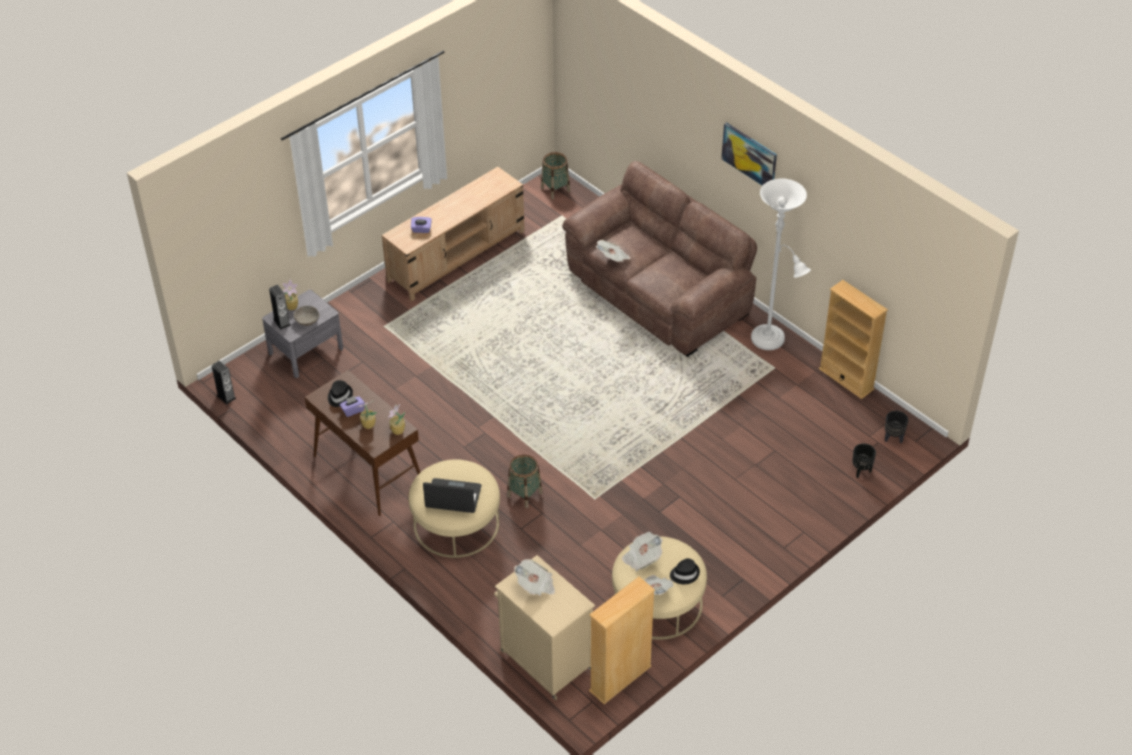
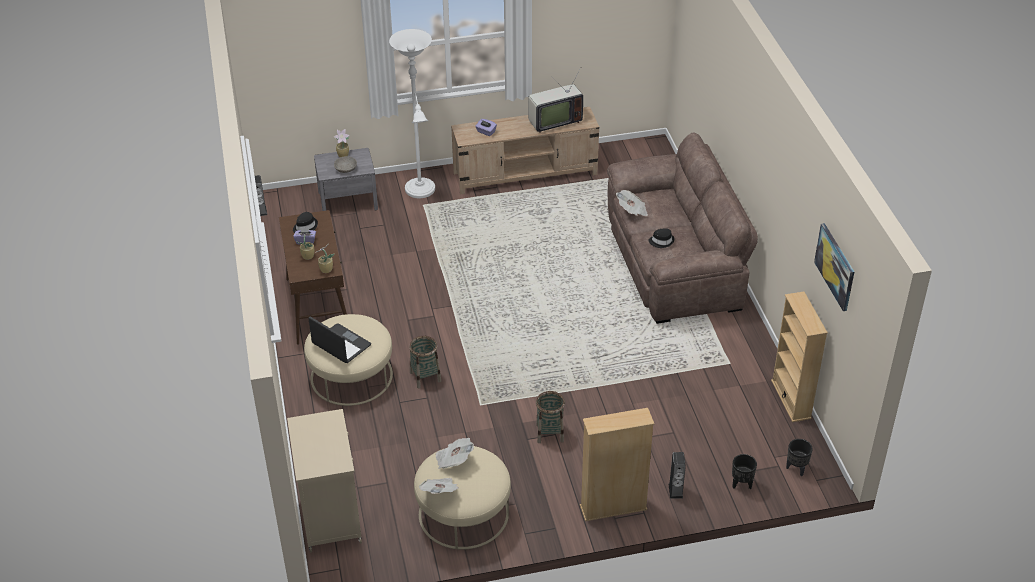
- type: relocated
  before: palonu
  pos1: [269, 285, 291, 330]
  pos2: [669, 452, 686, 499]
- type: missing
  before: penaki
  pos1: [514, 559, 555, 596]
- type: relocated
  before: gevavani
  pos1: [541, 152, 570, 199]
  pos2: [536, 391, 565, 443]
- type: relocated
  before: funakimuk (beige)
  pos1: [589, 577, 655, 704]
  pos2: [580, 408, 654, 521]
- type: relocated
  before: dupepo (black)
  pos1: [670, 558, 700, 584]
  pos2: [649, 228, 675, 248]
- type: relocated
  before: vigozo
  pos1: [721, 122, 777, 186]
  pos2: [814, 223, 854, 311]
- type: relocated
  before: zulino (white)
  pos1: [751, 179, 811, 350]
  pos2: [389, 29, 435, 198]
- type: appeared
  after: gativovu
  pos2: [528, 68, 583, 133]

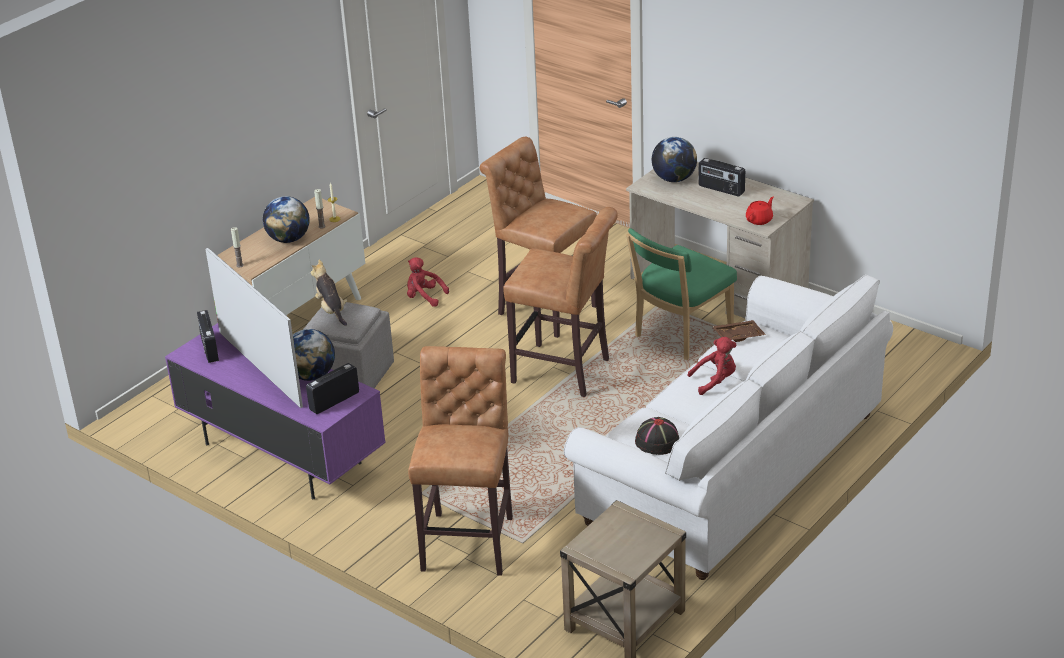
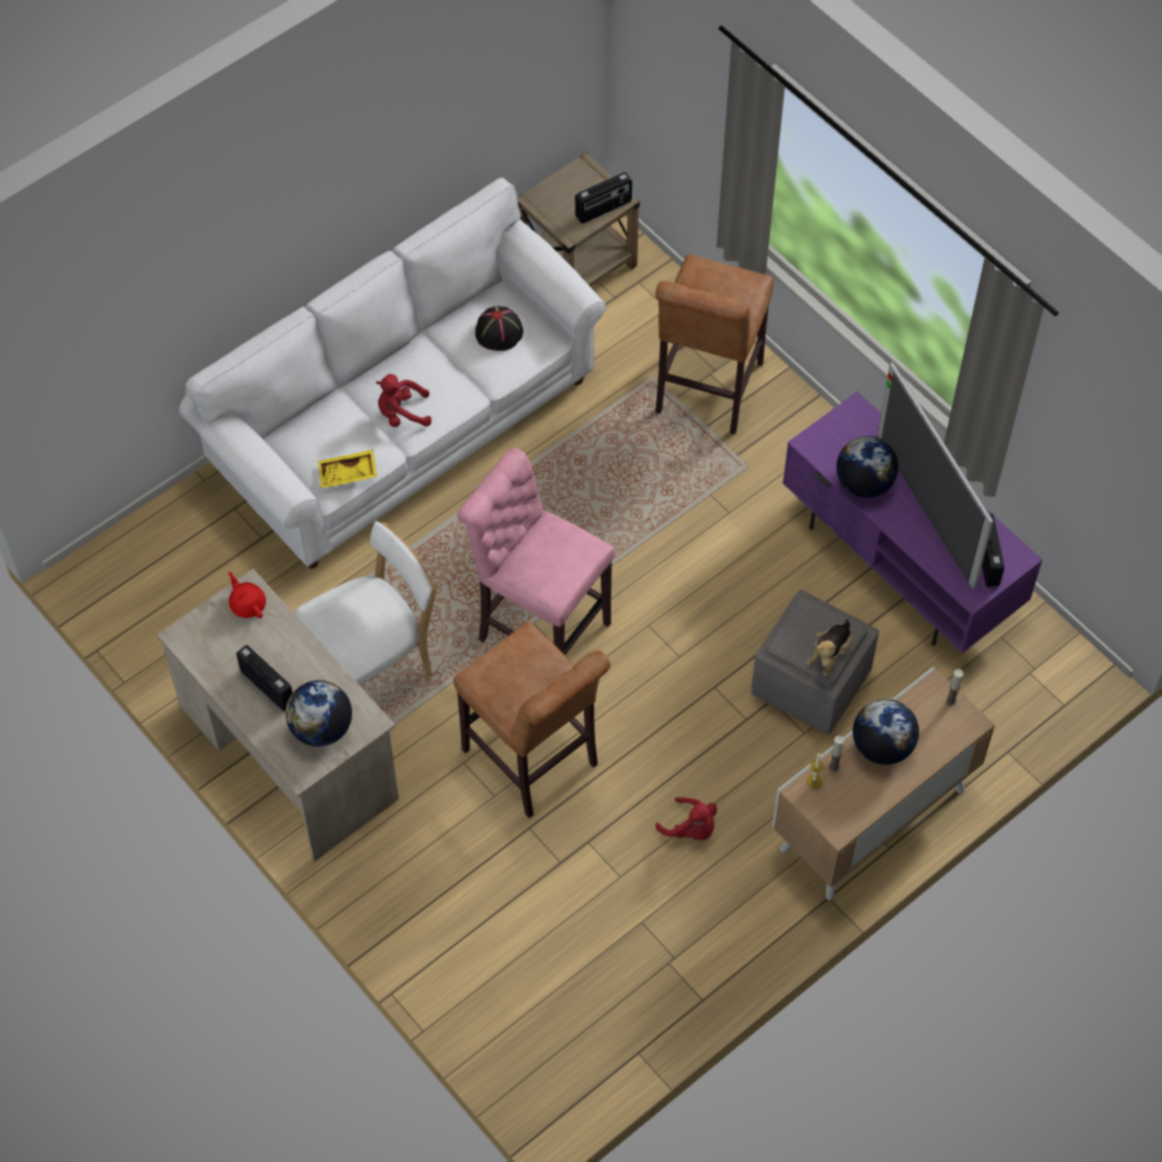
- type: relocated
  before: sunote
  pos1: [306, 363, 359, 414]
  pos2: [575, 172, 632, 224]
- type: spun
  before: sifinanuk
  pos1: [311, 260, 347, 326]
  pos2: [806, 619, 853, 677]
  turn: 45
- type: colour
  before: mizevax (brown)
  after: mizevax (pink)
  pos1: [503, 207, 618, 397]
  pos2: [457, 448, 615, 655]
- type: colour
  before: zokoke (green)
  after: zokoke (white)
  pos1: [626, 228, 737, 360]
  pos2: [295, 522, 437, 686]
- type: colour
  before: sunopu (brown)
  after: sunopu (yellow)
  pos1: [712, 320, 766, 342]
  pos2: [318, 450, 377, 488]
- type: spun
  before: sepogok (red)
  pos1: [746, 196, 774, 225]
  pos2: [228, 572, 266, 618]
  turn: 90

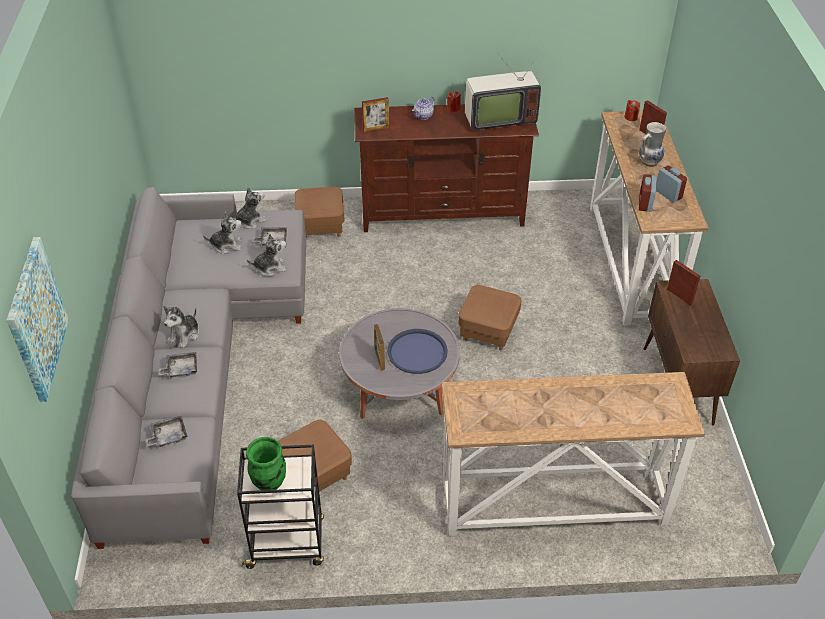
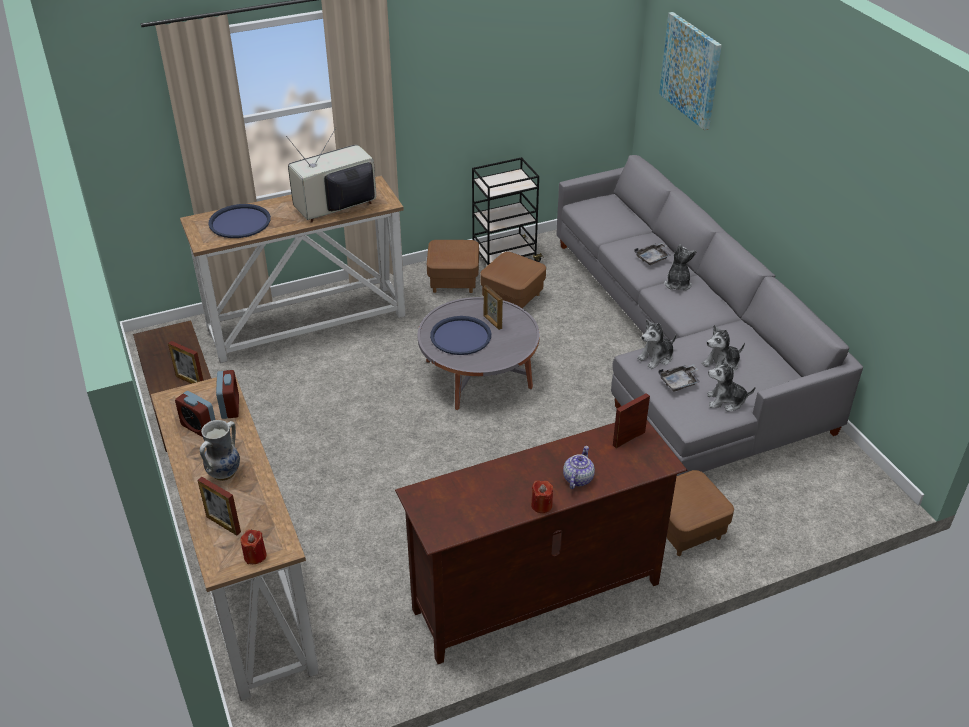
- type: missing
  before: sunopu (grey)
  pos1: [145, 416, 188, 447]
- type: spun
  before: sifinanuk
  pos1: [231, 187, 267, 229]
  pos2: [707, 358, 756, 411]
  turn: 60
- type: missing
  before: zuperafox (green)
  pos1: [246, 437, 286, 490]
- type: relocated
  before: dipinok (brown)
  pos1: [458, 285, 521, 350]
  pos2: [427, 240, 479, 293]
- type: relocated
  before: gativovu
  pos1: [465, 47, 543, 132]
  pos2: [286, 128, 376, 223]
- type: appeared
  after: sunopu (blue)
  pos2: [208, 204, 271, 238]

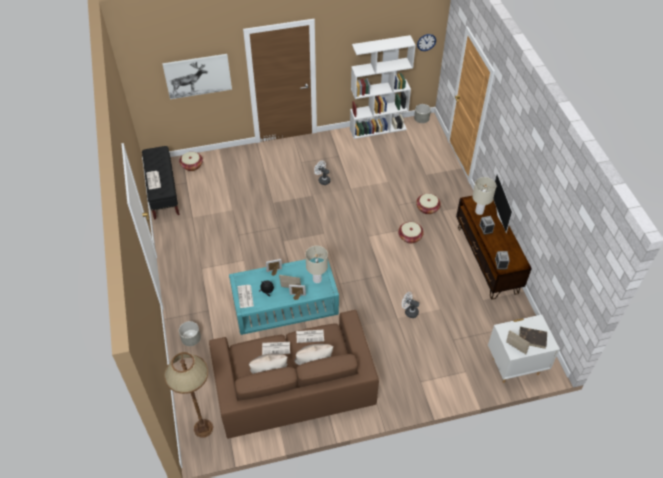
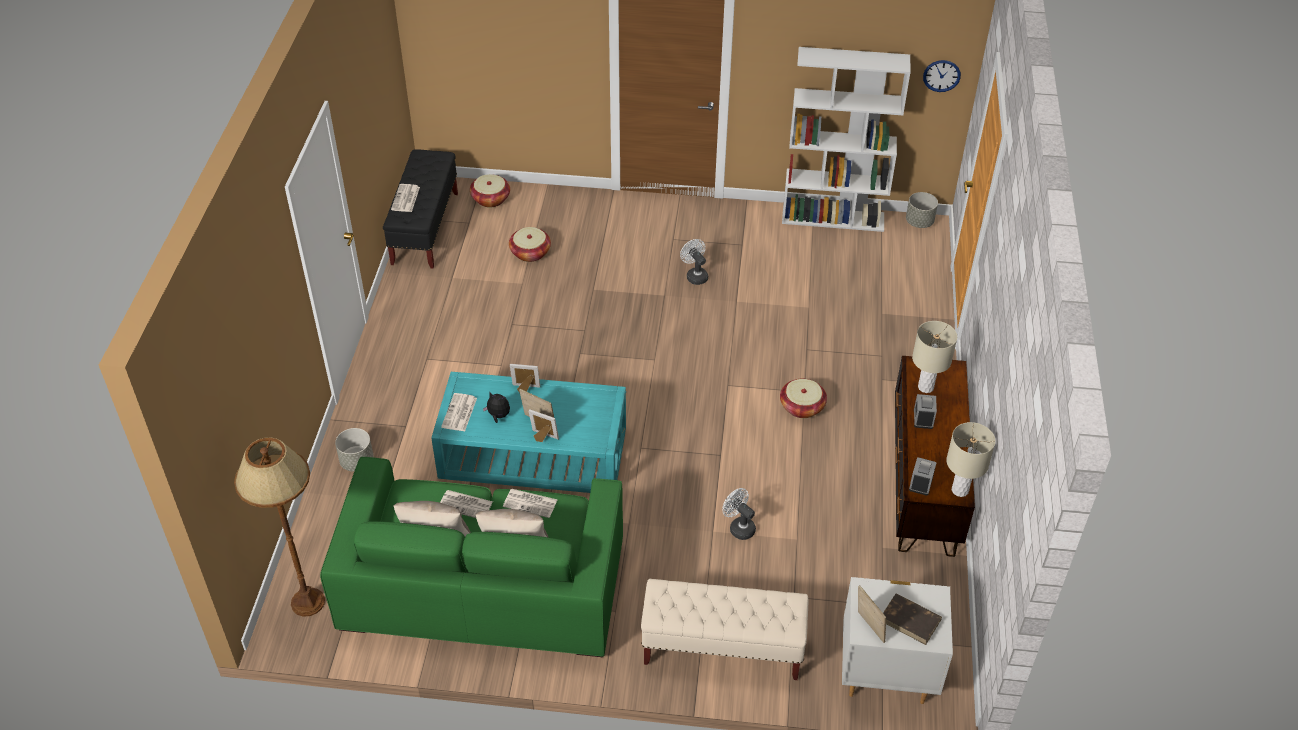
- type: missing
  before: vigozo
  pos1: [162, 54, 232, 99]
- type: colour
  before: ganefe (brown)
  after: ganefe (green)
  pos1: [209, 310, 379, 439]
  pos2: [320, 457, 623, 657]
- type: relocated
  before: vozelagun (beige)
  pos1: [305, 246, 328, 283]
  pos2: [946, 422, 996, 497]
- type: relocated
  before: gevavani
  pos1: [416, 194, 441, 214]
  pos2: [509, 227, 551, 262]
- type: missing
  before: gativovu
  pos1: [493, 173, 513, 233]
- type: appeared
  after: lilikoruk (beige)
  pos2: [641, 579, 808, 680]

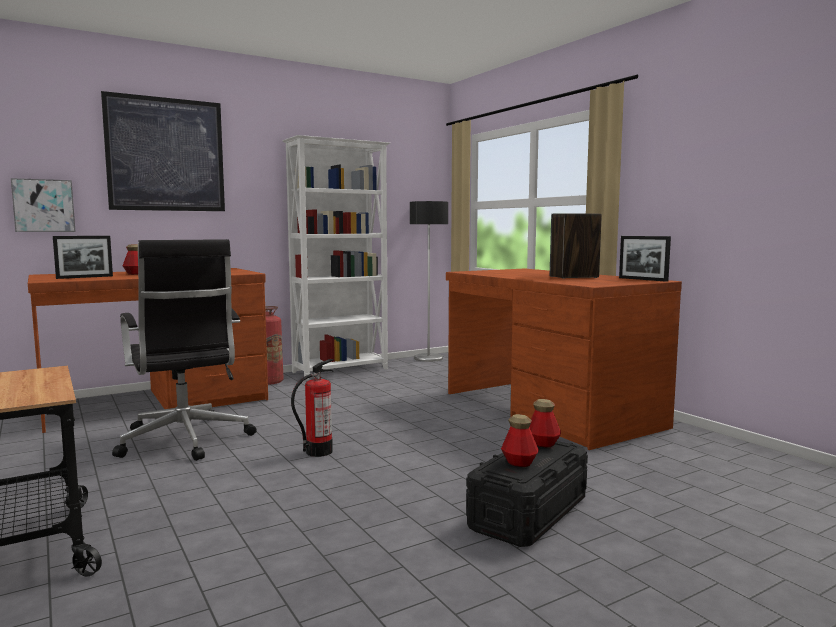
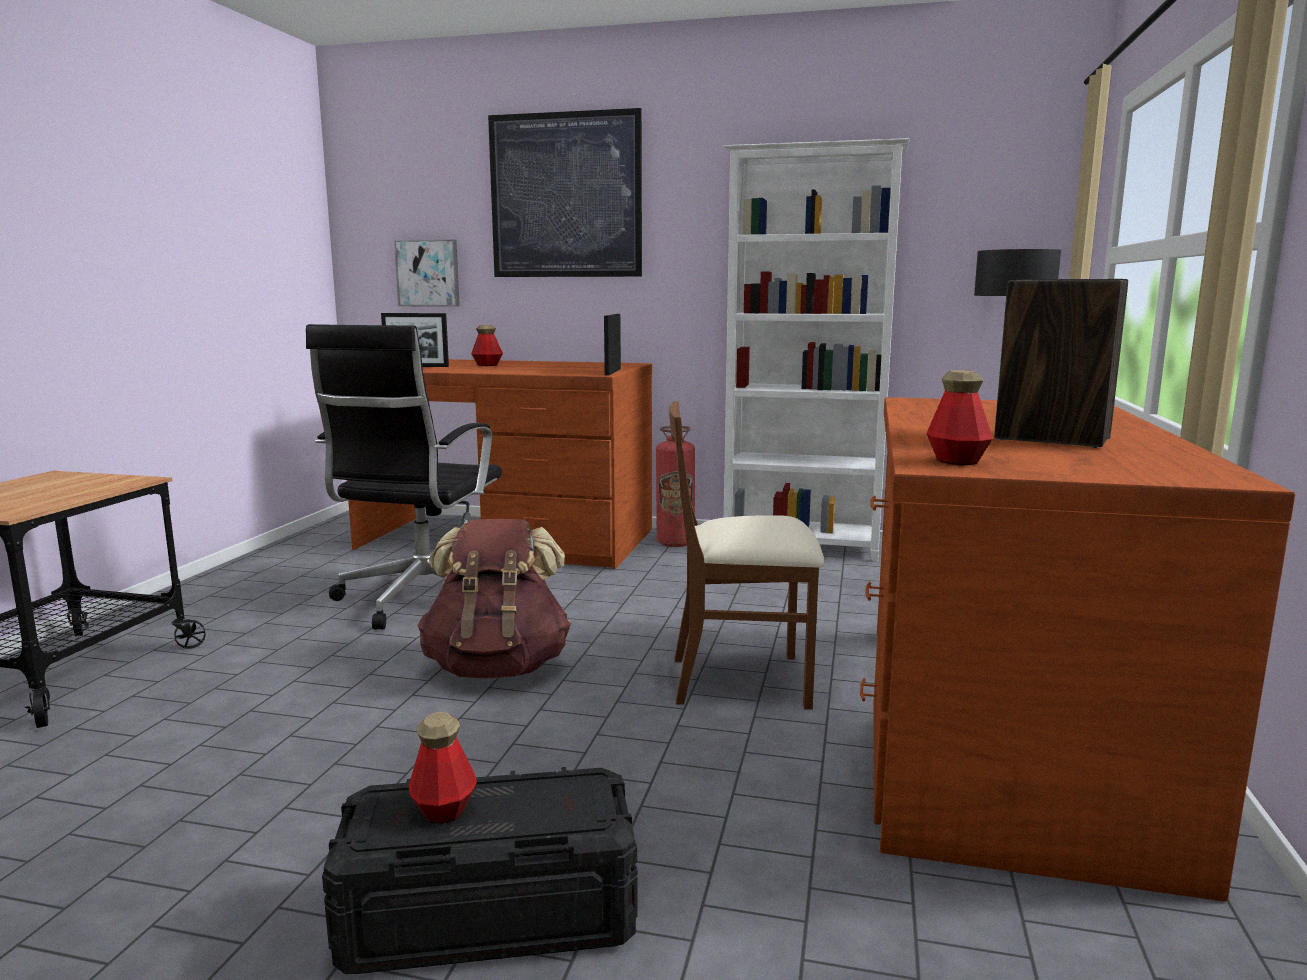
- type: exchanged
  before: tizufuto
  after: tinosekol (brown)
  pos1: [291, 359, 334, 457]
  pos2: [417, 519, 571, 678]
- type: relocated
  before: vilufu
  pos1: [529, 399, 561, 447]
  pos2: [926, 370, 993, 465]
- type: relocated
  before: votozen
  pos1: [619, 236, 671, 282]
  pos2: [604, 314, 621, 376]
- type: appeared
  after: zokoke (brown)
  pos2: [669, 401, 825, 709]

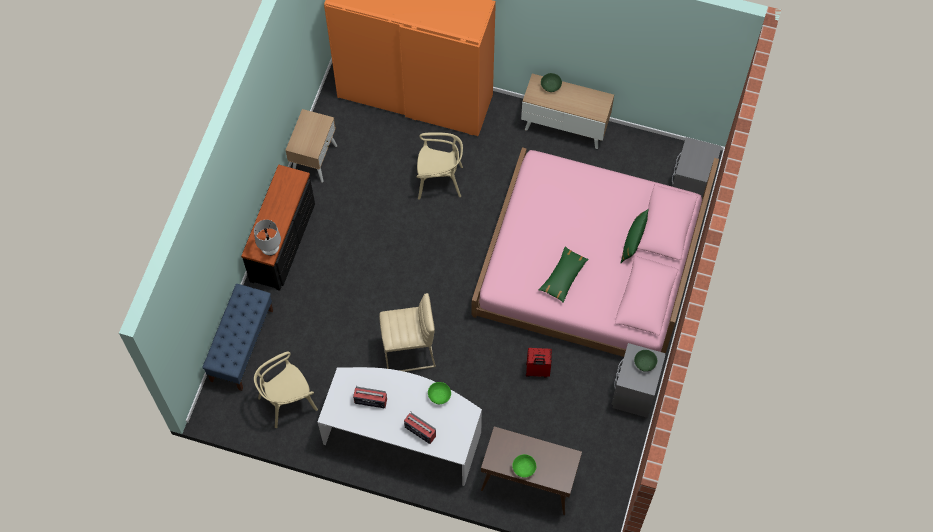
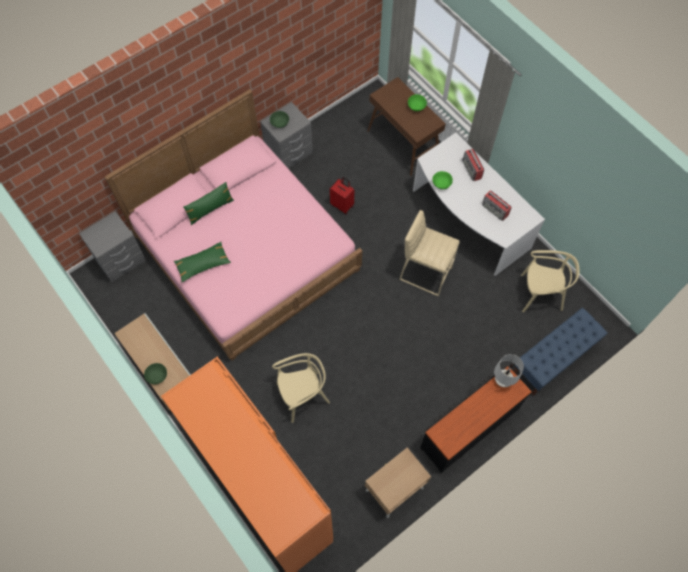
- type: spun
  before: zokoke (beige)
  pos1: [417, 132, 463, 200]
  pos2: [272, 353, 330, 423]
  turn: 120
- type: relocated
  before: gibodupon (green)
  pos1: [539, 246, 589, 303]
  pos2: [174, 242, 231, 282]

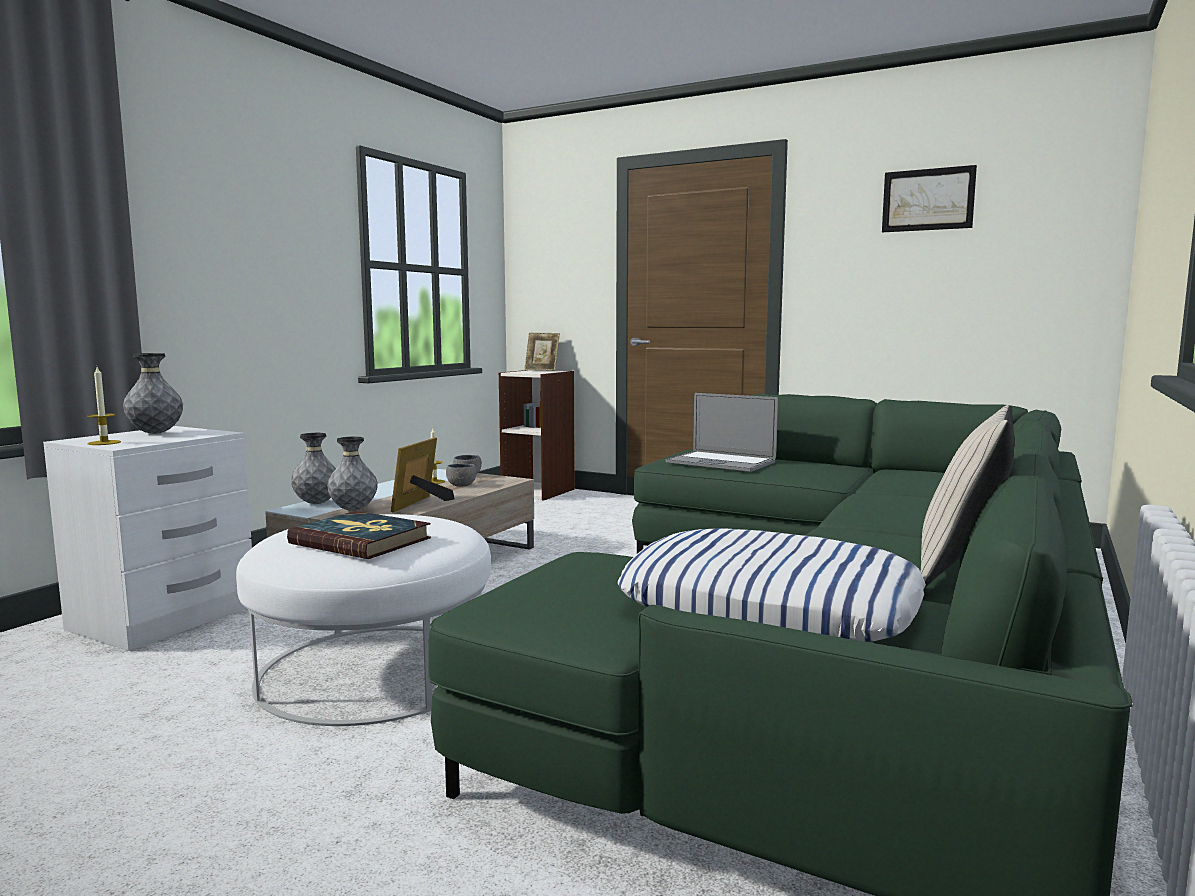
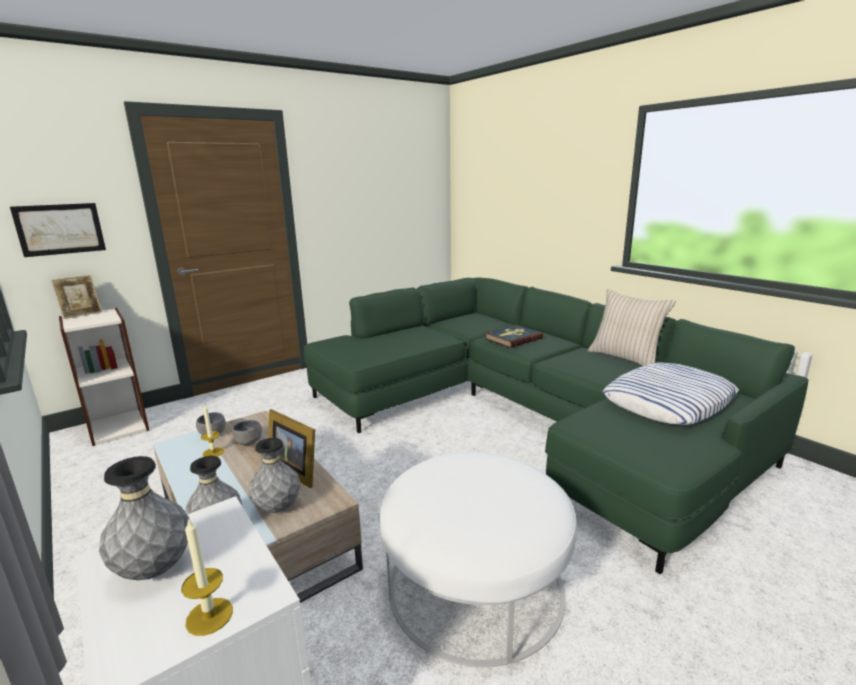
- type: relocated
  before: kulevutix
  pos1: [287, 511, 431, 559]
  pos2: [485, 325, 543, 348]
- type: missing
  before: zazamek
  pos1: [665, 393, 778, 472]
- type: relocated
  before: vigozo
  pos1: [882, 165, 977, 232]
  pos2: [10, 203, 106, 257]

